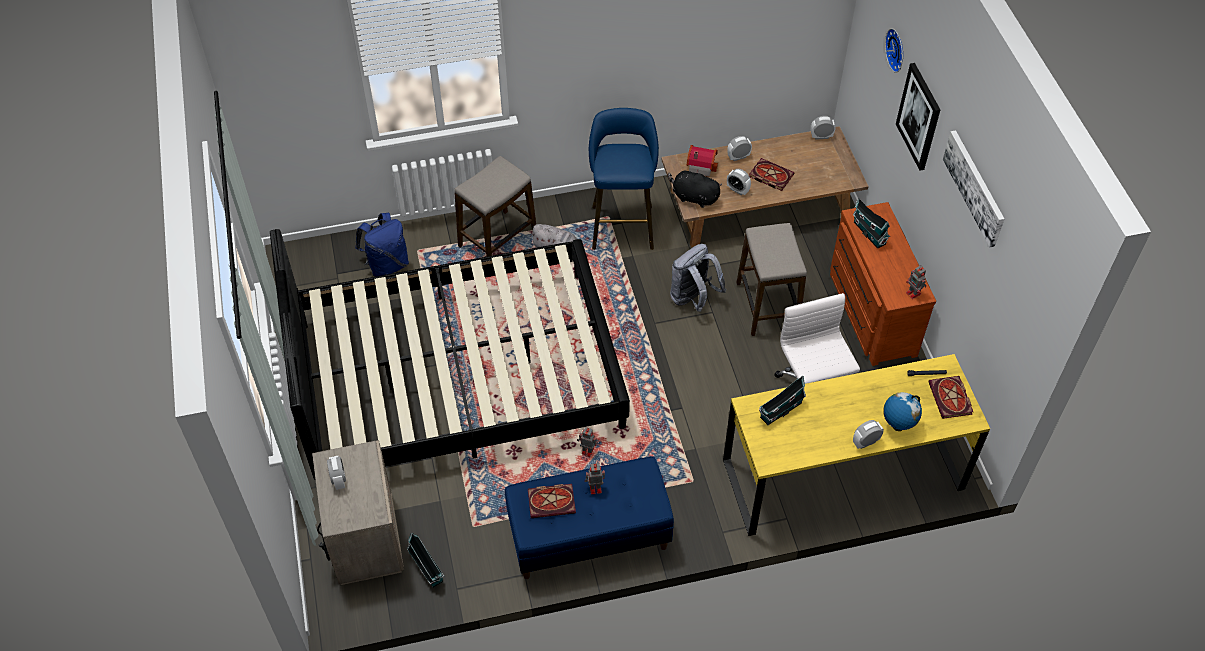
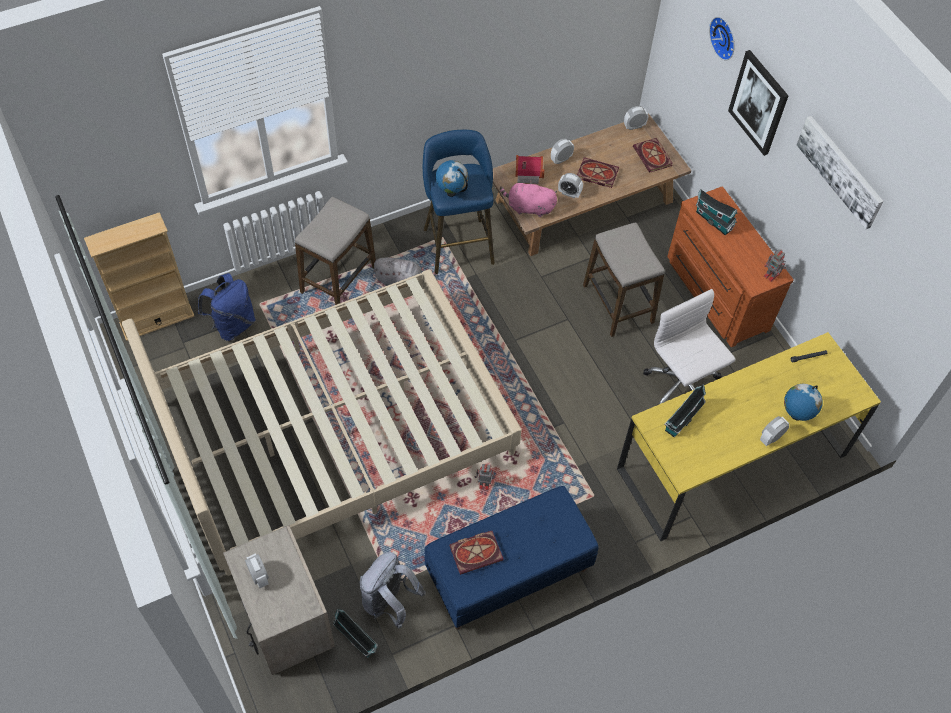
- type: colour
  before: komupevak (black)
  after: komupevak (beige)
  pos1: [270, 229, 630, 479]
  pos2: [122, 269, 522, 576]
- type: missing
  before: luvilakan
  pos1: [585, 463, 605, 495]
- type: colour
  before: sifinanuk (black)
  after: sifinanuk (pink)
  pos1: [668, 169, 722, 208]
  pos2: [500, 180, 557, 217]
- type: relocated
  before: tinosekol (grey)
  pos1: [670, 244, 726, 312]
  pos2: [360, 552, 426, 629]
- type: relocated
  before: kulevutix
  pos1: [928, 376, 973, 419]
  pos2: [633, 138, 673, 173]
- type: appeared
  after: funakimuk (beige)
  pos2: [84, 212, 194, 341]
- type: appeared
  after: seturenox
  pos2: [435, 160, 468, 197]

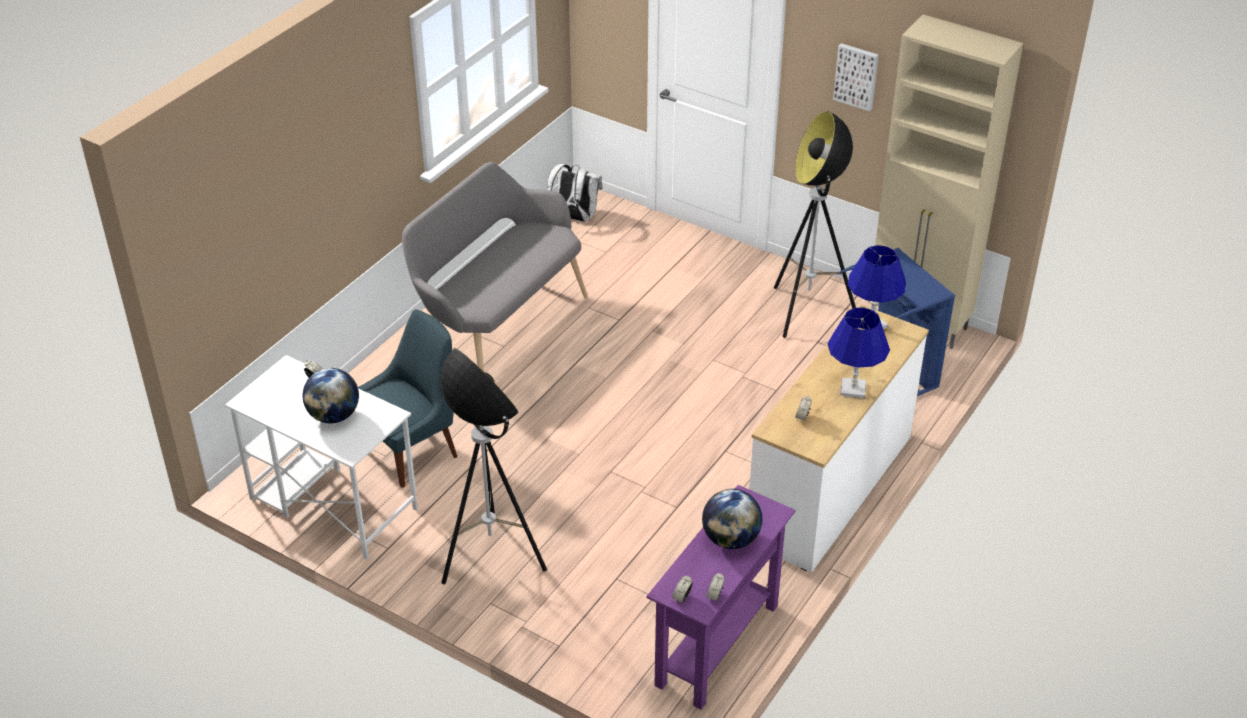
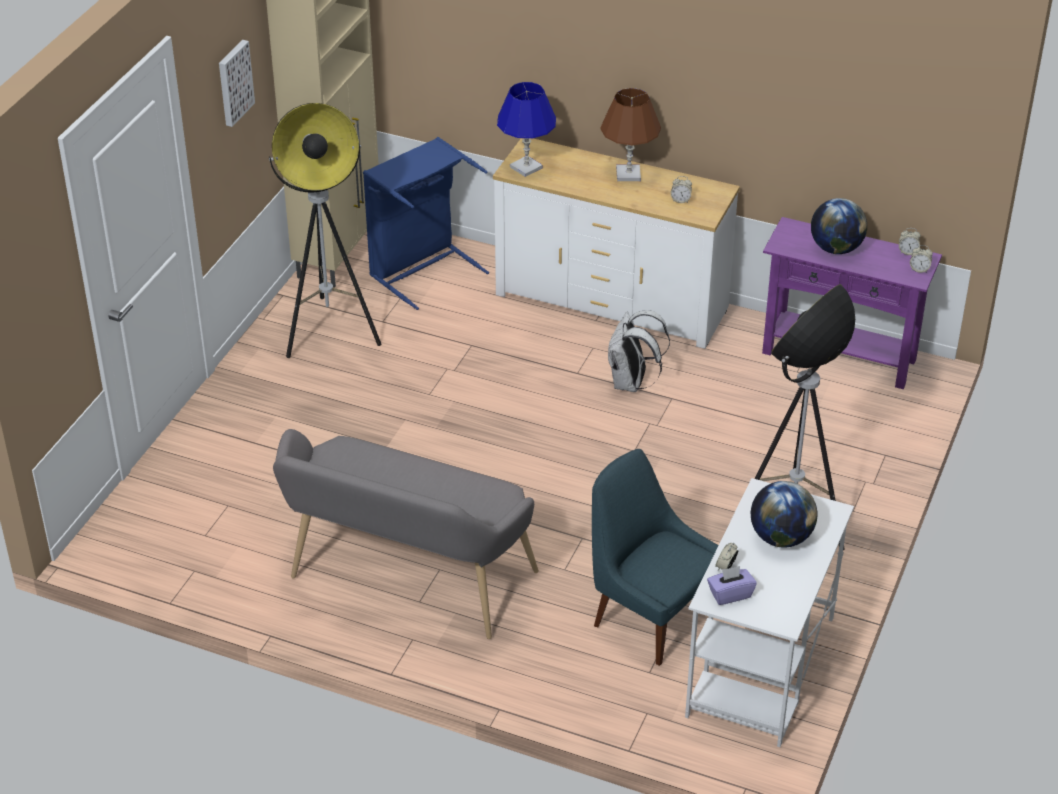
- type: relocated
  before: tinosekol (white)
  pos1: [547, 164, 603, 222]
  pos2: [608, 310, 670, 392]
- type: colour
  before: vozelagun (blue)
  after: vozelagun (brown)
  pos1: [828, 307, 890, 398]
  pos2: [600, 88, 661, 181]
- type: appeared
  after: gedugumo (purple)
  pos2: [707, 566, 757, 605]

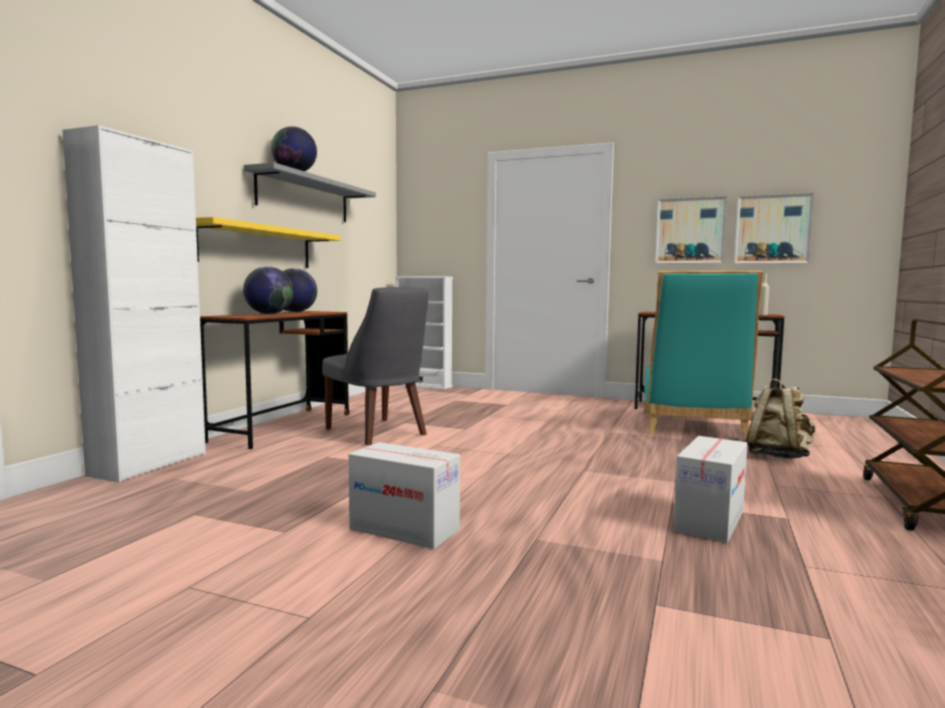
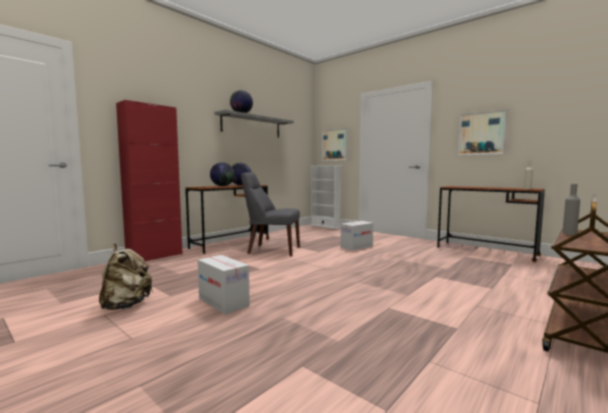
- type: colour
  before: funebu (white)
  after: funebu (red)
  pos1: [63, 125, 206, 482]
  pos2: [116, 100, 183, 261]
- type: missing
  before: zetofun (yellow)
  pos1: [196, 217, 341, 268]
- type: spun
  before: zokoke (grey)
  pos1: [322, 287, 428, 445]
  pos2: [241, 172, 300, 256]
  turn: 120
- type: missing
  before: zokoke (turquoise)
  pos1: [643, 271, 763, 440]
- type: relocated
  before: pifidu
  pos1: [673, 436, 748, 543]
  pos2: [340, 221, 373, 250]
- type: relocated
  before: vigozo
  pos1: [734, 193, 814, 264]
  pos2: [322, 128, 348, 161]
- type: relocated
  before: tinosekol (beige)
  pos1: [746, 378, 815, 459]
  pos2: [99, 244, 153, 310]
- type: appeared
  after: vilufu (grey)
  pos2: [562, 184, 580, 235]

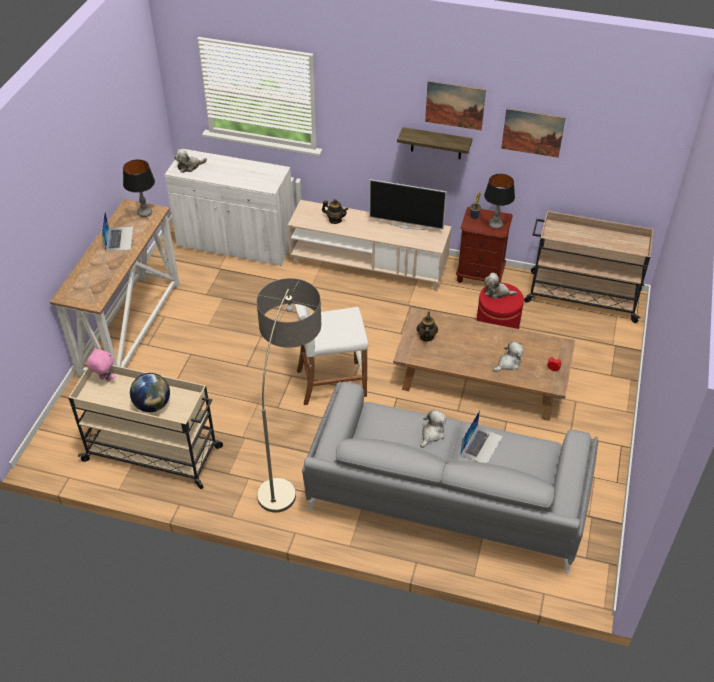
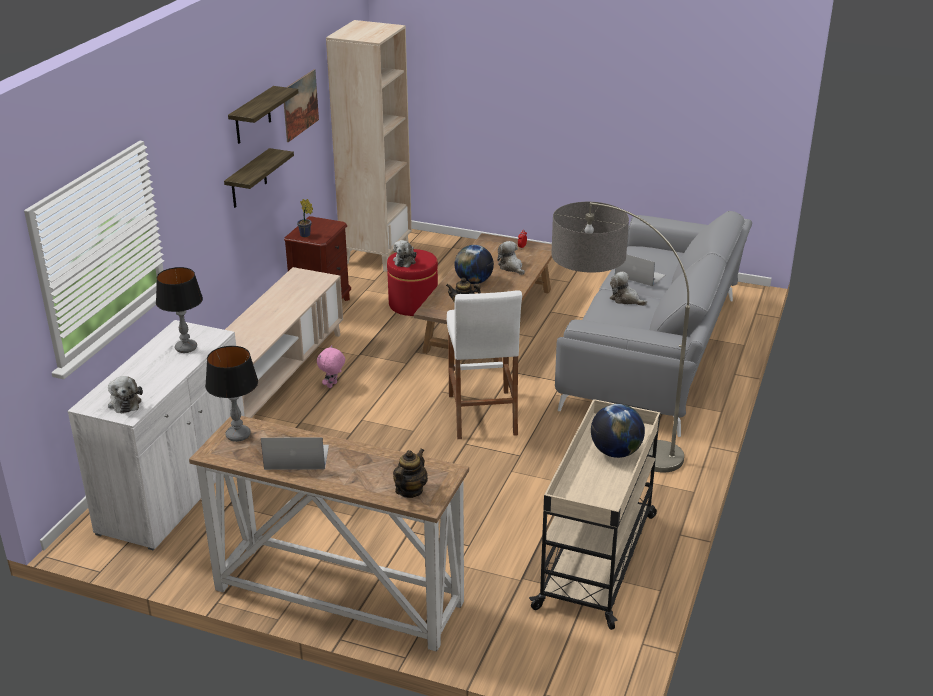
- type: relocated
  before: sifinanuk (pink)
  pos1: [87, 348, 116, 382]
  pos2: [317, 345, 345, 388]
- type: relocated
  before: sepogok
  pos1: [322, 199, 348, 224]
  pos2: [393, 449, 428, 498]
- type: missing
  before: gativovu
  pos1: [369, 179, 447, 230]
- type: exchanged
  before: vigozo
  after: zetofun
  pos1: [425, 81, 486, 130]
  pos2: [228, 86, 299, 144]
- type: relocated
  before: vozelagun
  pos1: [484, 174, 515, 229]
  pos2: [156, 267, 203, 353]
- type: exchanged
  before: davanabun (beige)
  after: funakimuk (beige)
  pos1: [524, 211, 654, 323]
  pos2: [326, 20, 412, 272]
- type: appeared
  after: seturenox
  pos2: [455, 245, 494, 284]

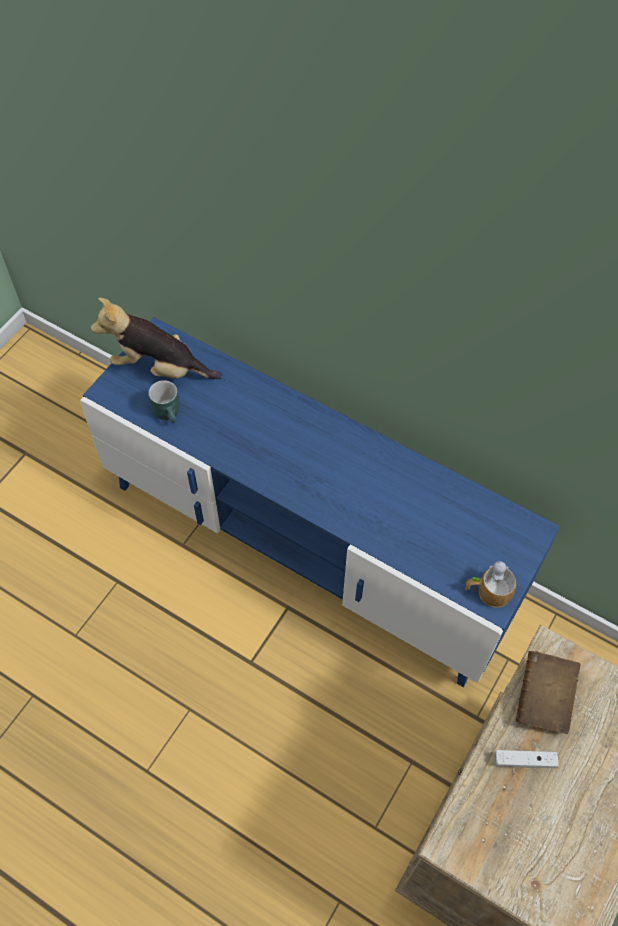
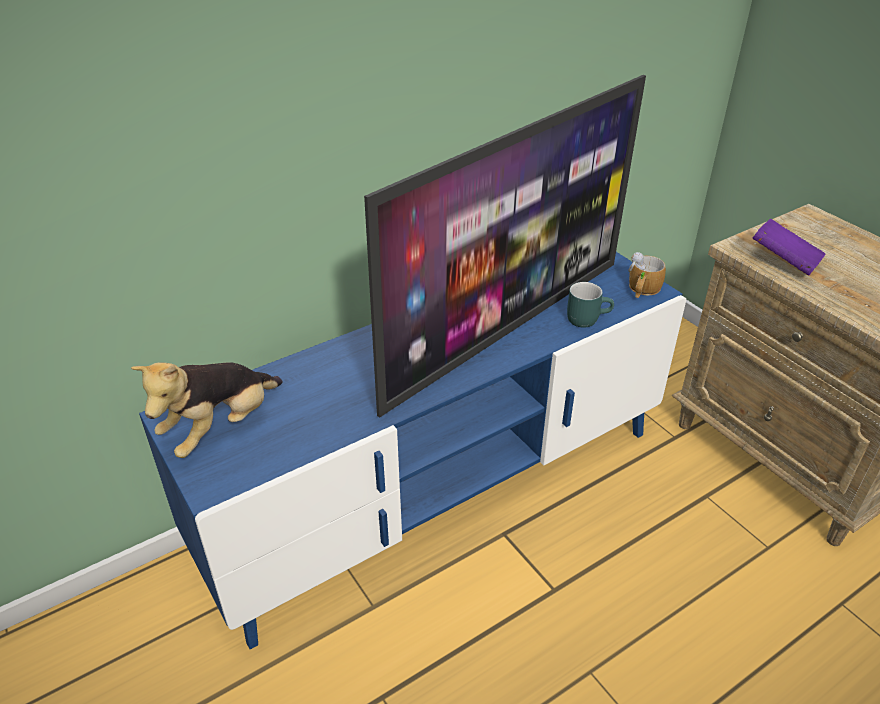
- type: relocated
  before: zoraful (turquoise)
  pos1: [148, 380, 180, 423]
  pos2: [567, 282, 614, 328]
- type: missing
  before: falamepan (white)
  pos1: [495, 750, 559, 768]
- type: colour
  before: kulevutix (brown)
  after: kulevutix (purple)
  pos1: [516, 651, 581, 734]
  pos2: [752, 219, 826, 276]
- type: appeared
  after: gativovu
  pos2: [364, 75, 646, 418]

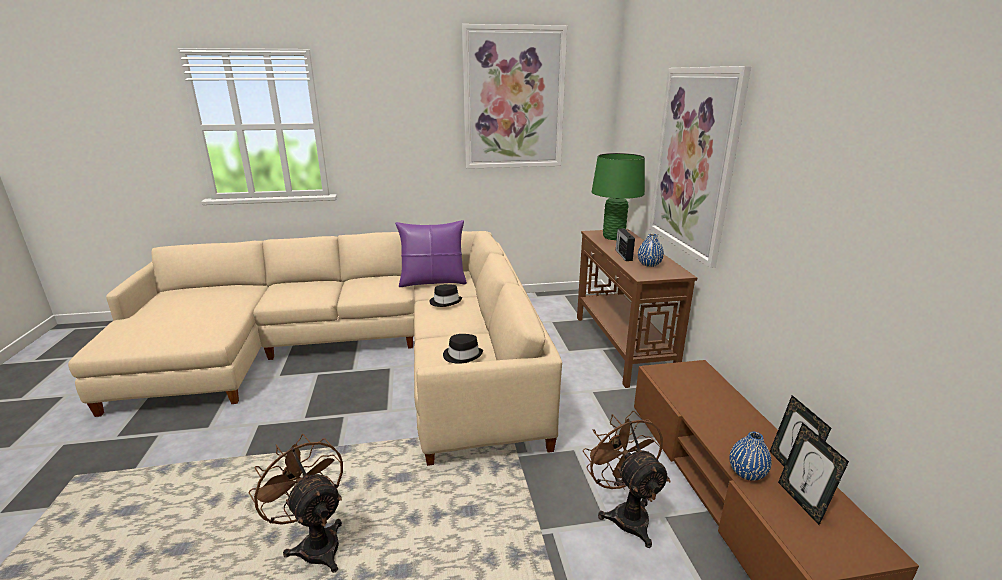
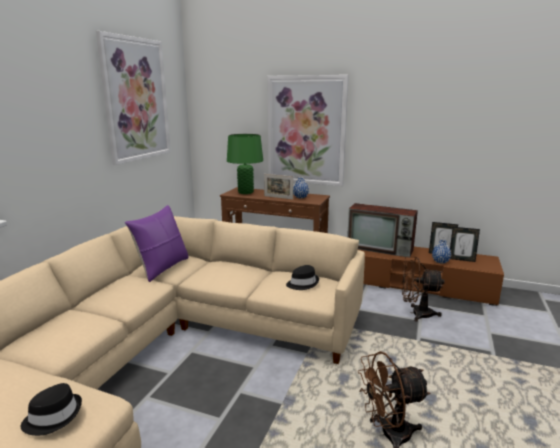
- type: relocated
  before: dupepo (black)
  pos1: [429, 284, 462, 307]
  pos2: [20, 383, 82, 436]
- type: exchanged
  before: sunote
  after: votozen
  pos1: [616, 229, 635, 261]
  pos2: [264, 174, 293, 199]
- type: appeared
  after: gativovu
  pos2: [347, 203, 418, 258]

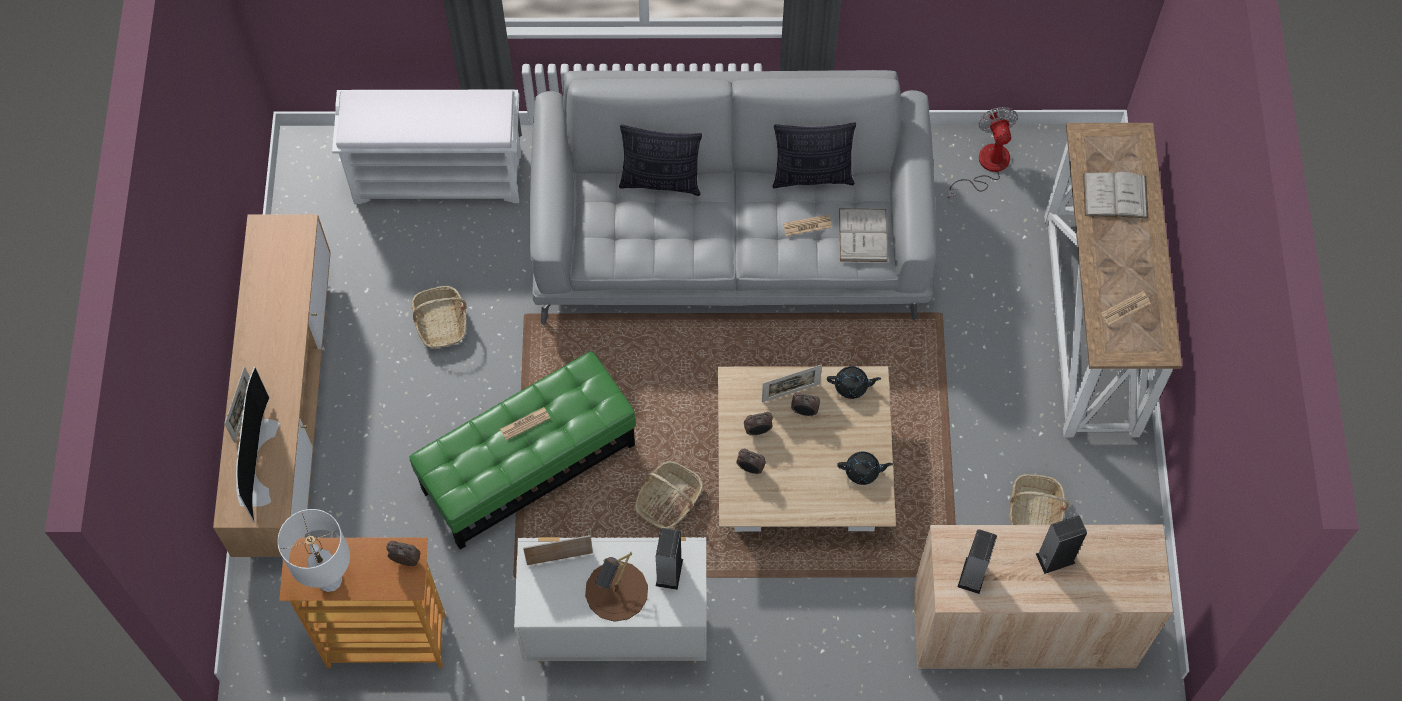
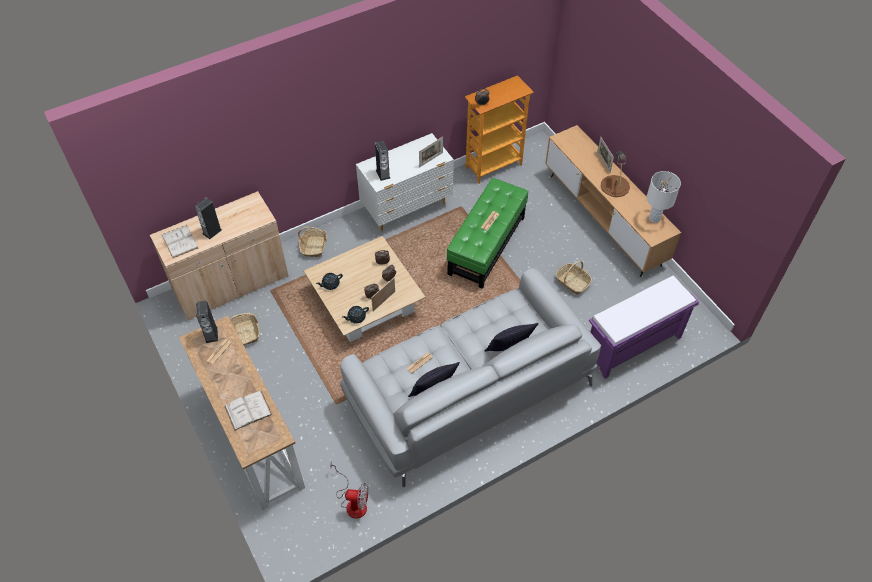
- type: missing
  before: gativovu
  pos1: [236, 367, 280, 523]
- type: relocated
  before: vozelagun (white)
  pos1: [277, 509, 350, 592]
  pos2: [646, 171, 681, 223]
- type: colour
  before: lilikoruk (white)
  after: lilikoruk (purple)
  pos1: [332, 90, 521, 204]
  pos2: [589, 276, 699, 379]
- type: relocated
  before: vozelagun (brown)
  pos1: [585, 552, 648, 622]
  pos2: [601, 151, 630, 197]
- type: relocated
  before: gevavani
  pos1: [635, 461, 703, 529]
  pos2: [298, 227, 327, 257]
- type: relocated
  before: kulevutix (white)
  pos1: [839, 208, 887, 262]
  pos2: [162, 225, 198, 258]
- type: spun
  before: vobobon
  pos1: [948, 107, 1018, 198]
  pos2: [330, 461, 368, 519]
  turn: -45
- type: relocated
  before: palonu
  pos1: [957, 529, 997, 594]
  pos2: [196, 301, 218, 343]

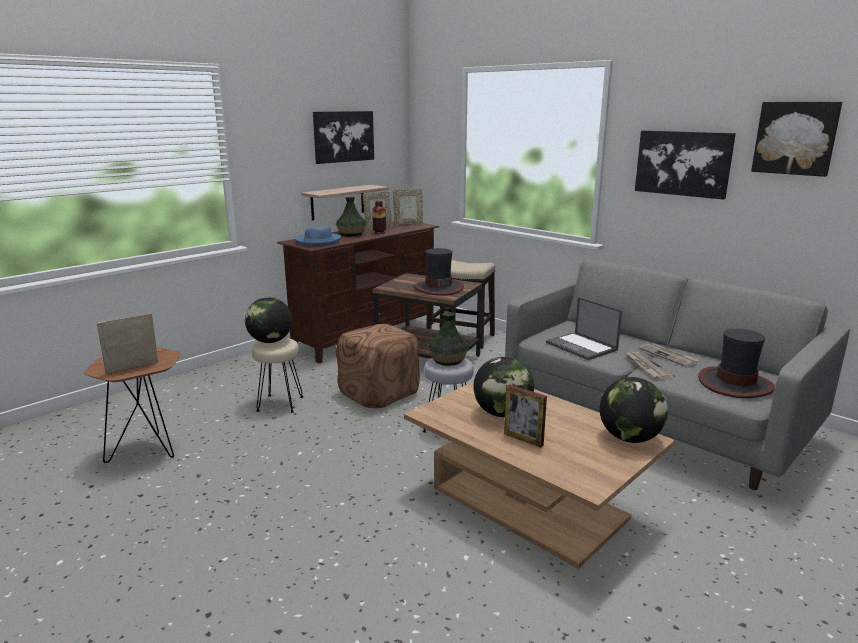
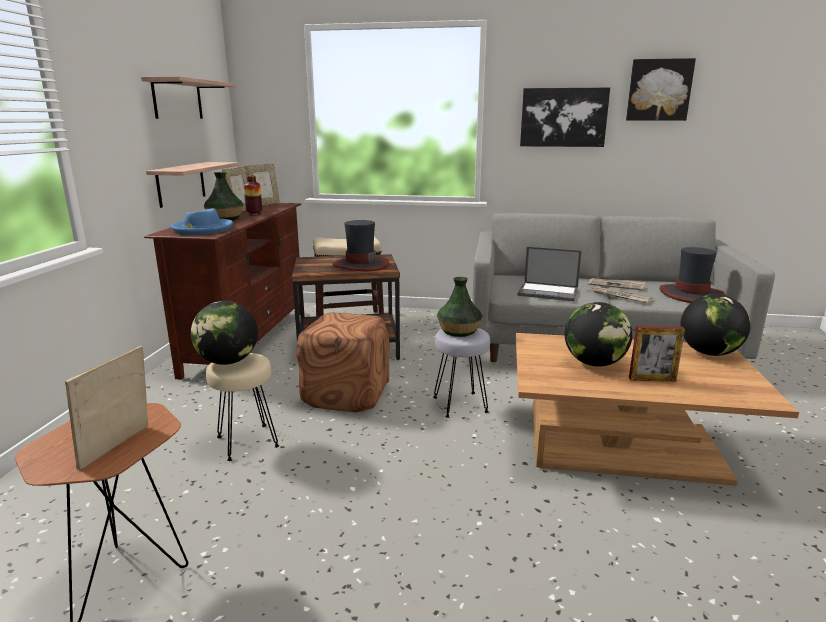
- type: exchanged
  before: vigozo
  after: zetofun
  pos1: [313, 111, 374, 164]
  pos2: [141, 76, 237, 119]

